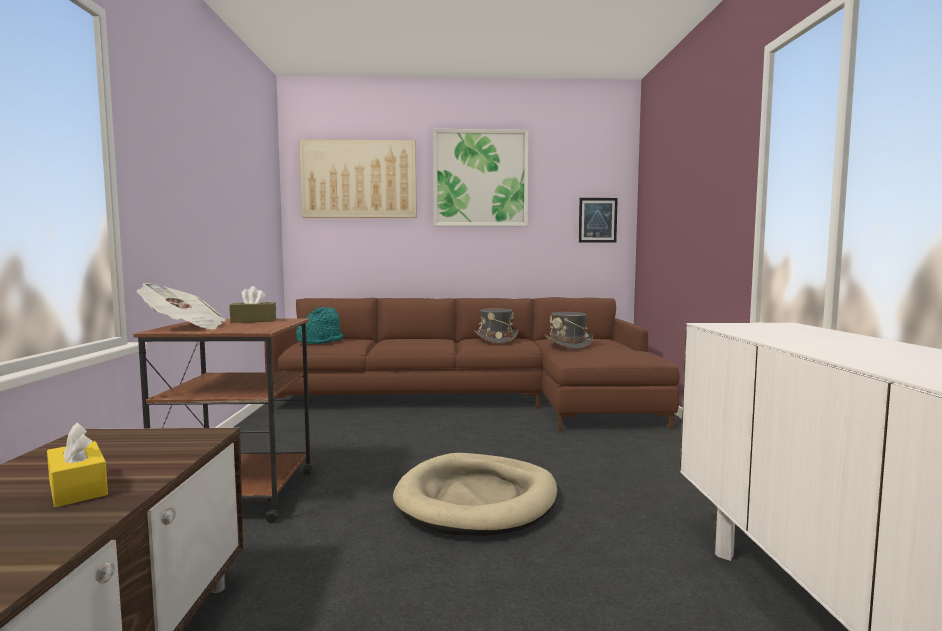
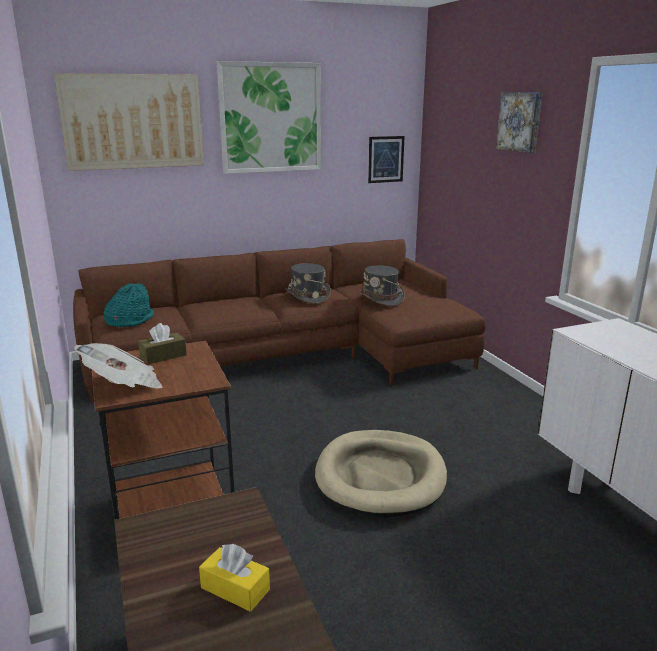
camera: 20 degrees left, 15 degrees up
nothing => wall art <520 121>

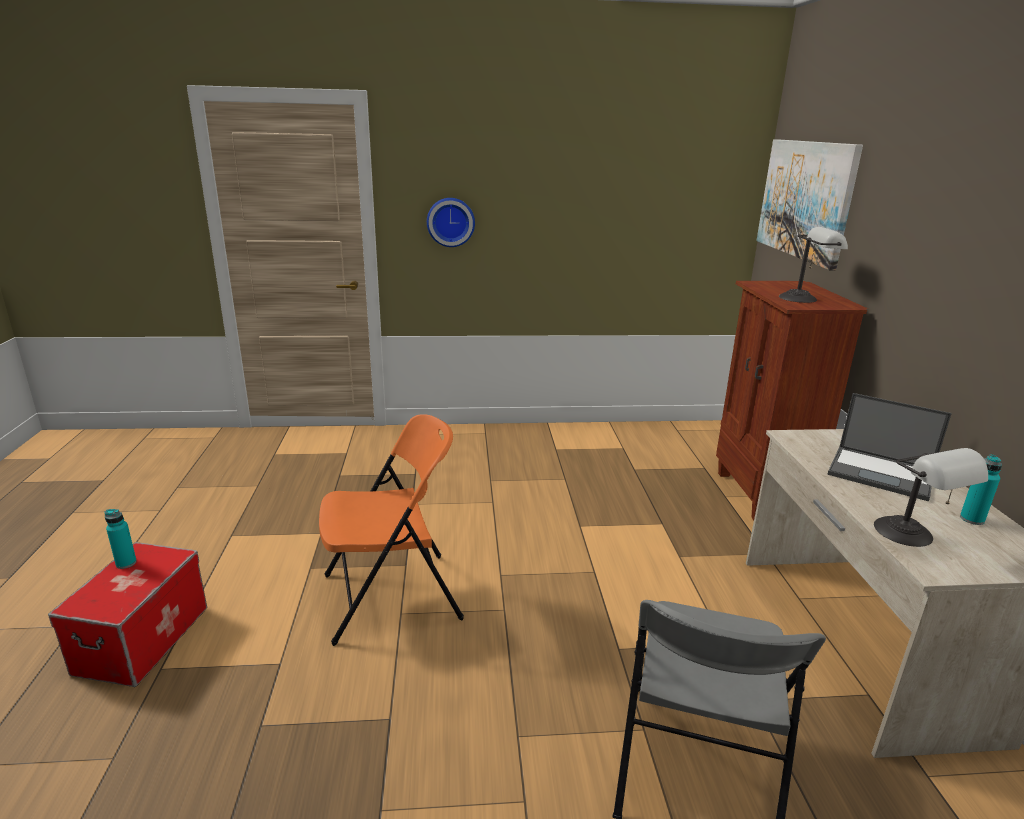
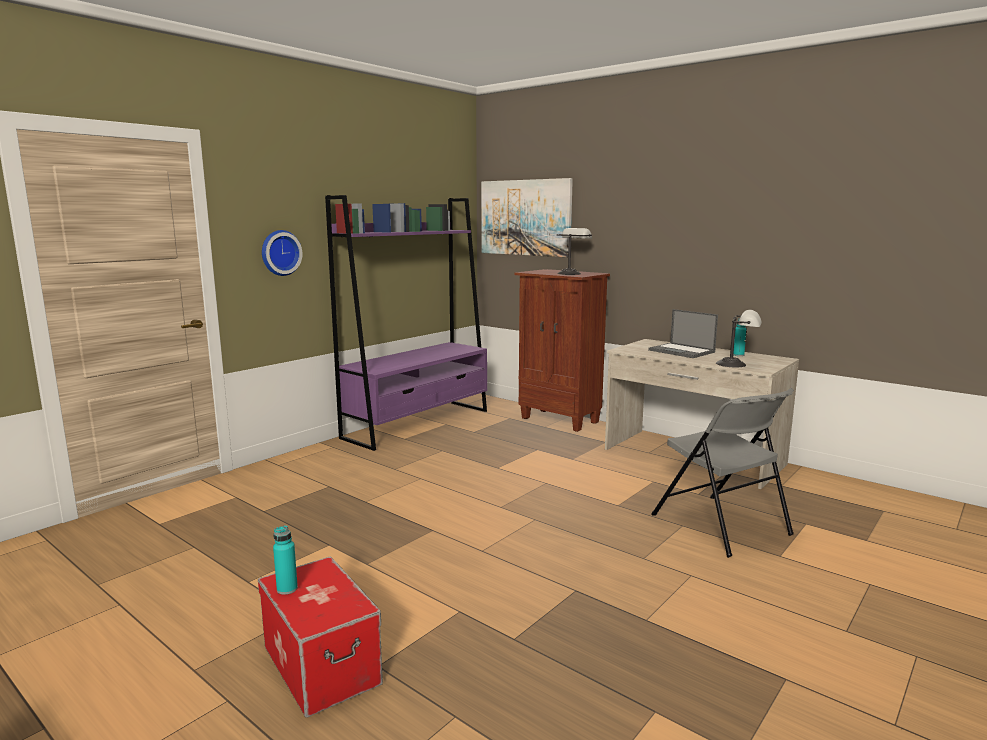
camera: 45 degrees left, 10 degrees down
plain chair (orange) <391 596> => nothing
notebook computer <882 473> => notebook computer <682 351>, 60 degrees clockwise
nothing => shelving unit (purple) <418 424>

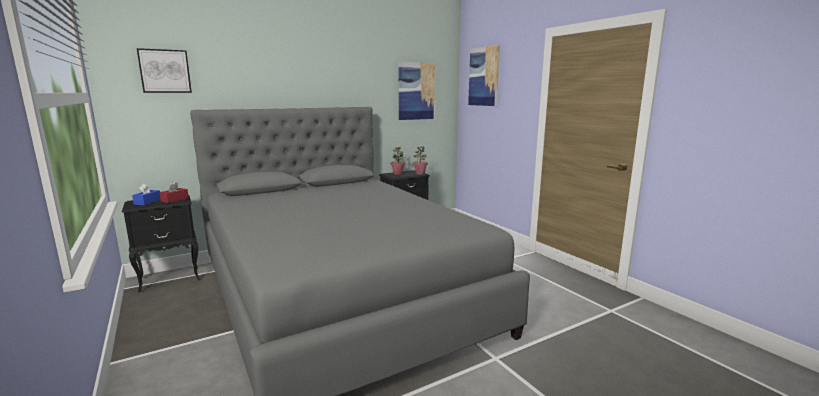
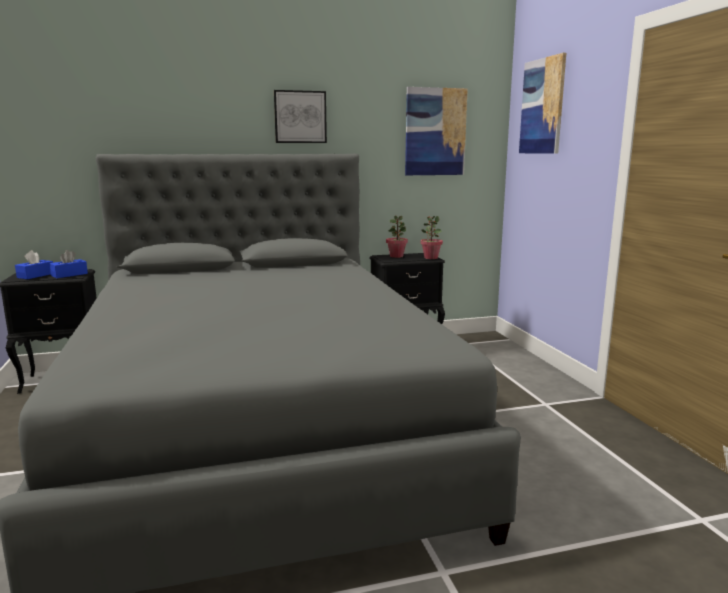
camera: 15 degrees right, 0 degrees up
wall art <165 71> => wall art <300 117>, relocated
tissue holder (red-coloured) <175 200> => tissue holder (bluish) <69 275>

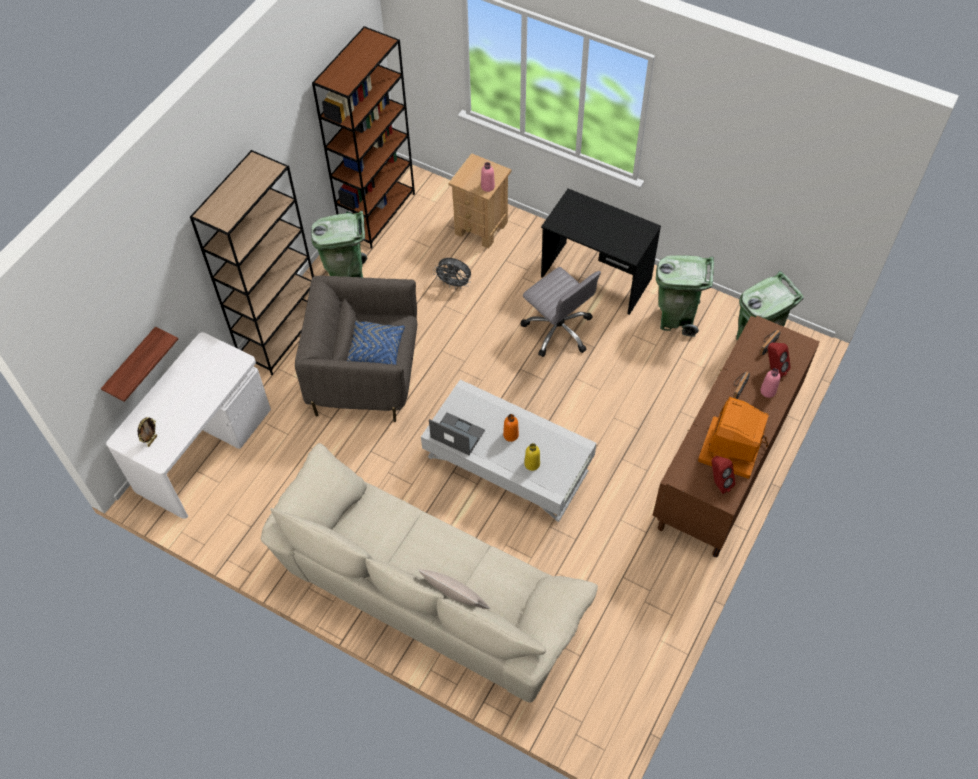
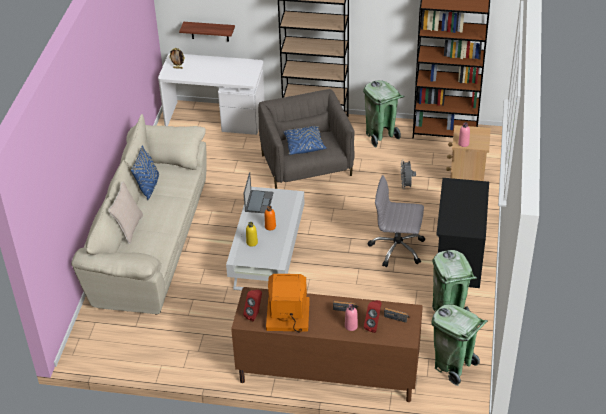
camera: 70 degrees right, 15 degrees down
computer chair (gray) <558 330> => computer chair (gray) <397 248>, 75 degrees clockwise
nothing => pillow (bluish) <148 187>

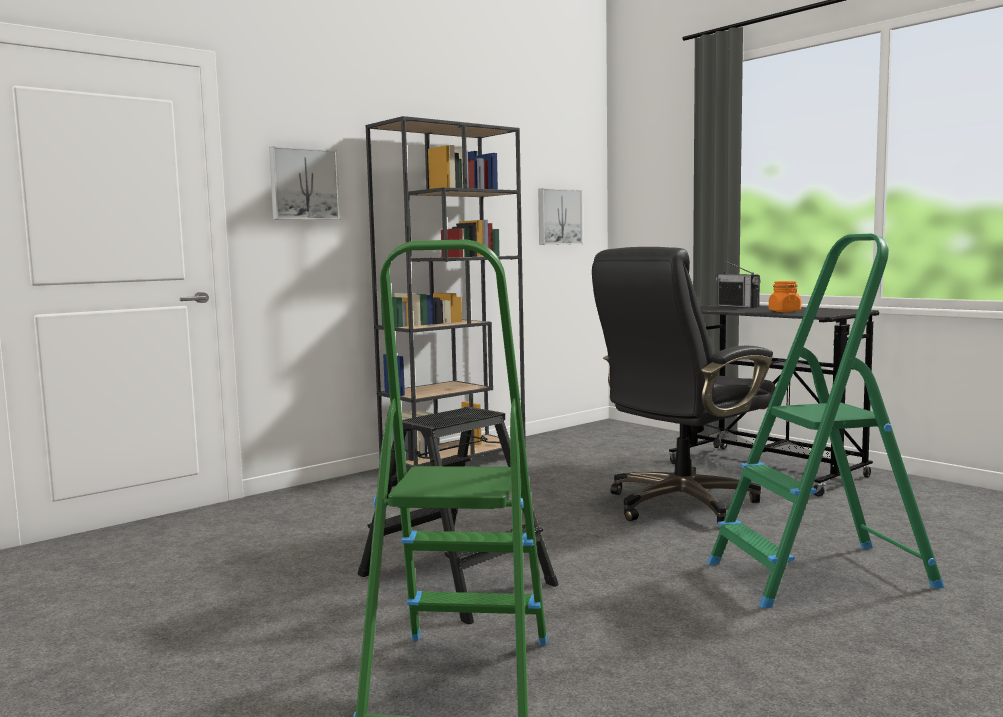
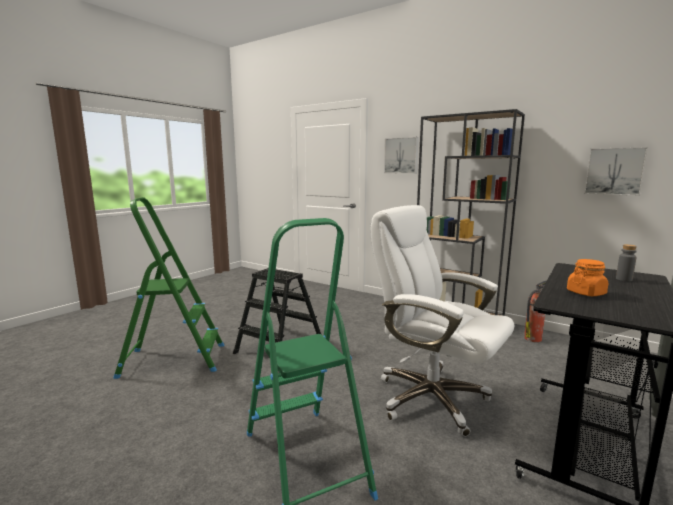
camera: 75 degrees right, 5 degrees up
computer chair (black-coloured) <684 504> => computer chair (white) <434 400>
radio receiver <738 306> => bottle (gray) <624 279>
nothing => extinguisher <533 338>

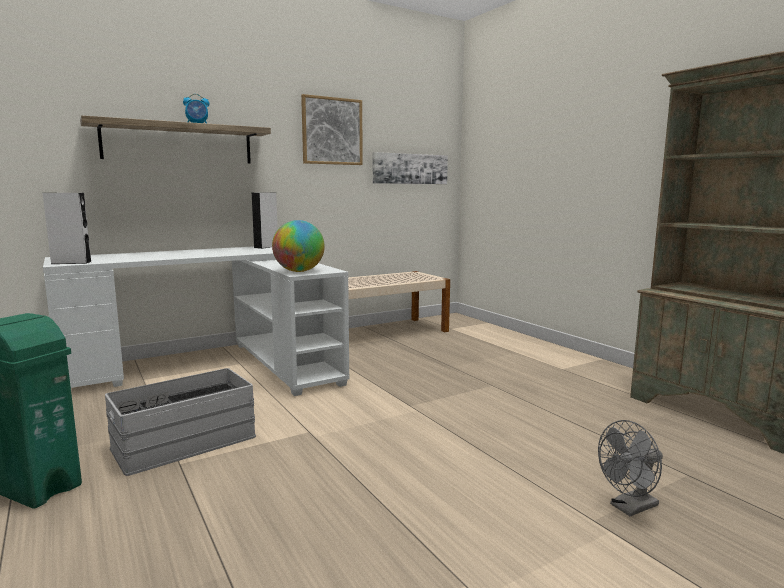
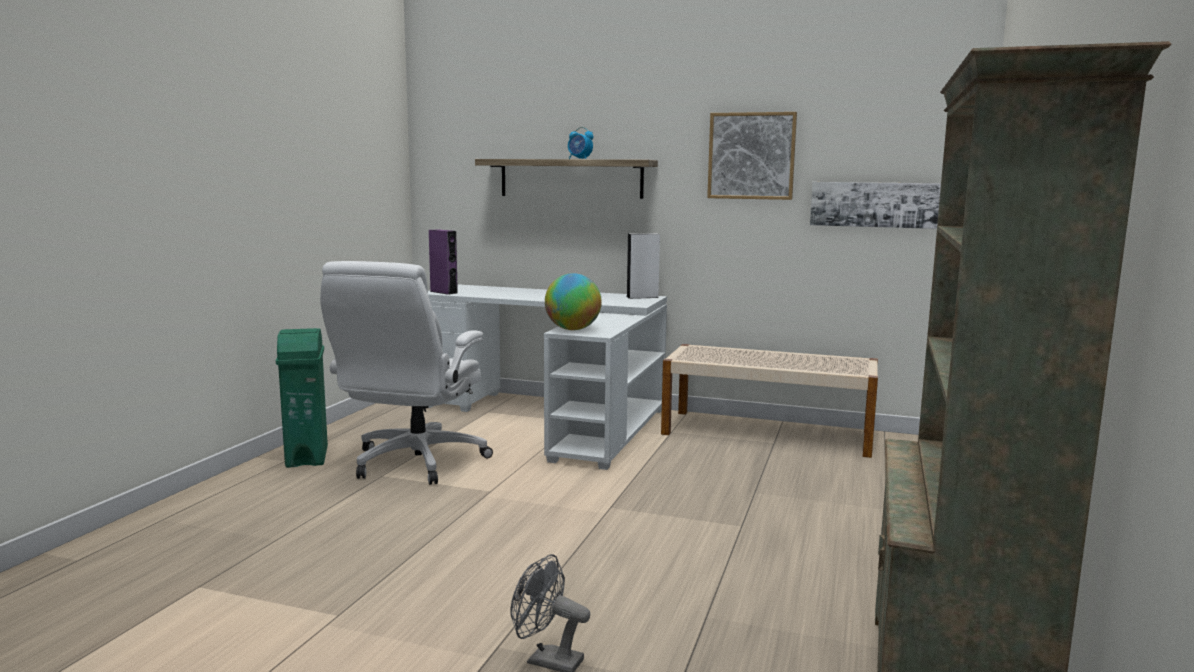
camera: 50 degrees right, 0 degrees up
audio speaker (white) <71 263> => audio speaker (purple) <444 292>
storage container (gray) <184 442> => computer chair (white) <412 464>

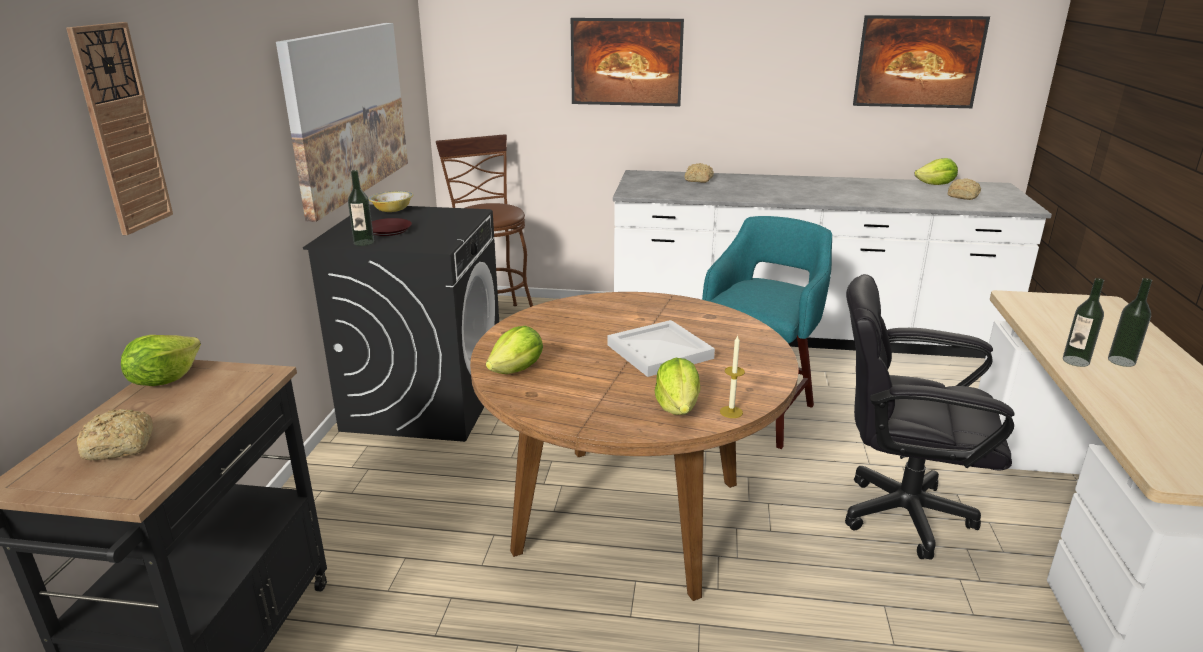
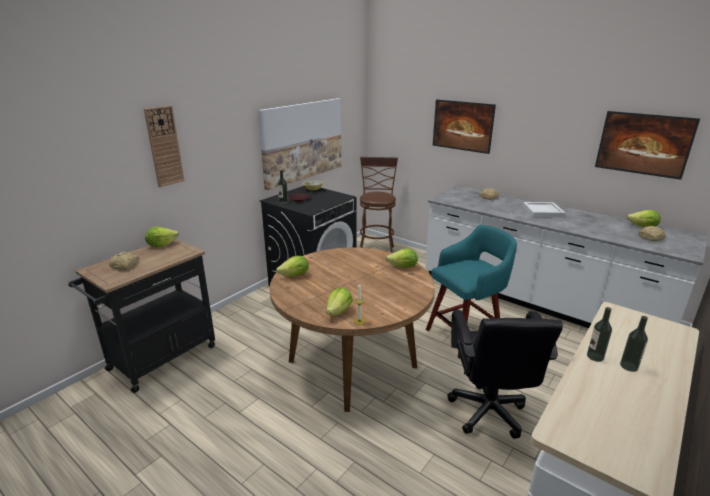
camera: 30 degrees right, 0 degrees up
tray (white) <658 351> => tray (white) <542 211>, relocated
computer chair (black-coloured) <897 516> => computer chair (black-coloured) <489 416>, 135 degrees counterclockwise
nothing => lettuce head <403 267>

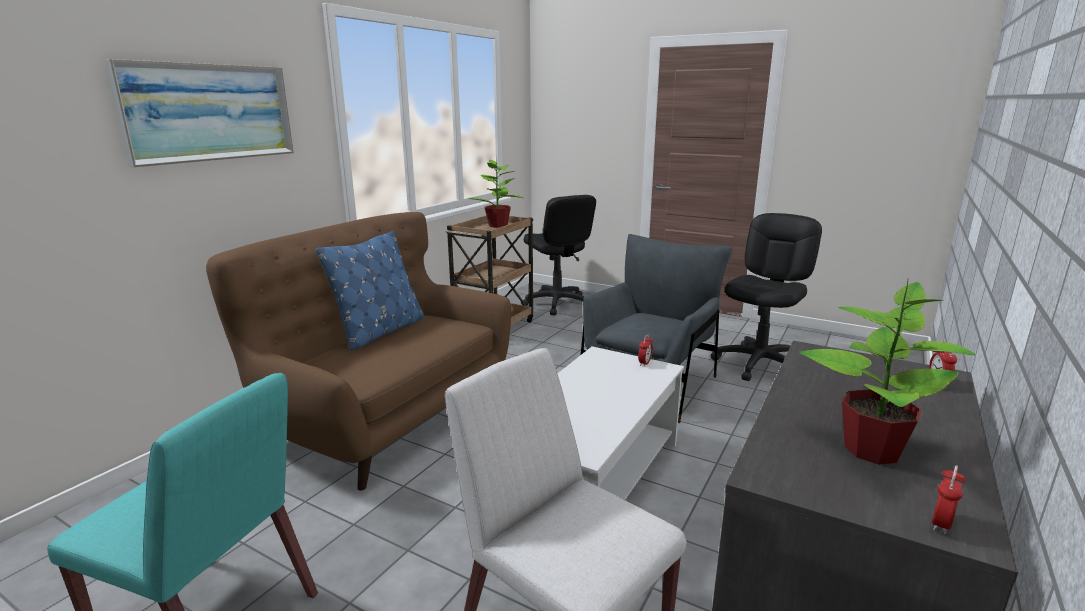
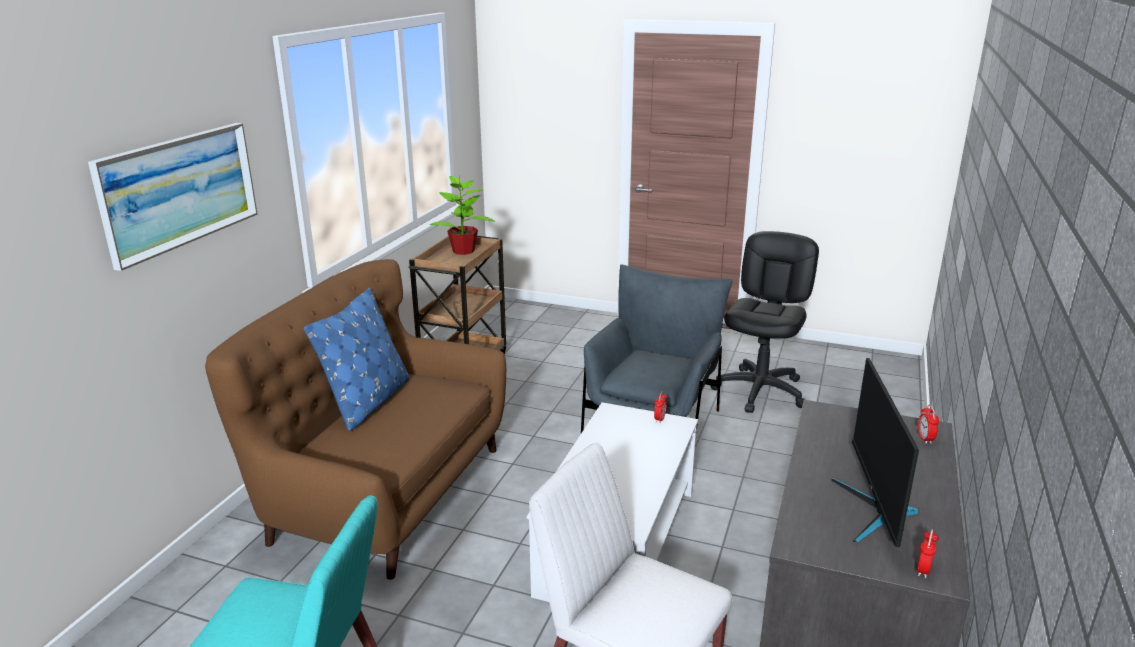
camera: 10 degrees left, 5 degrees up
computer chair (black-coloured) <557 304> => nothing
potted plant <871 449> => monitor <874 511>

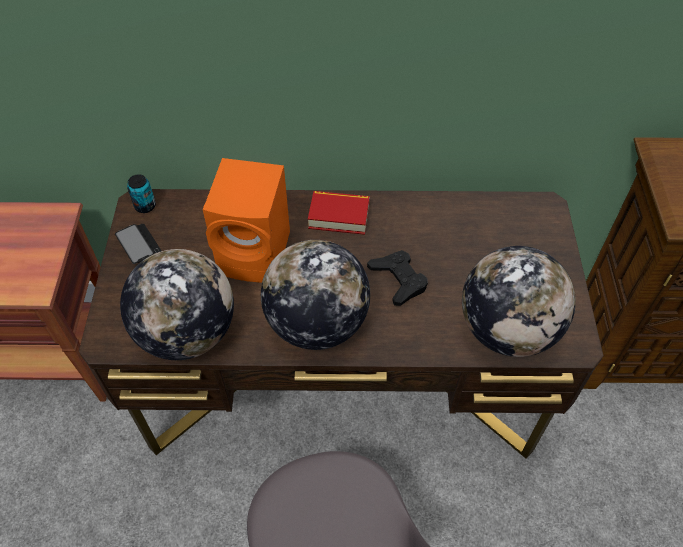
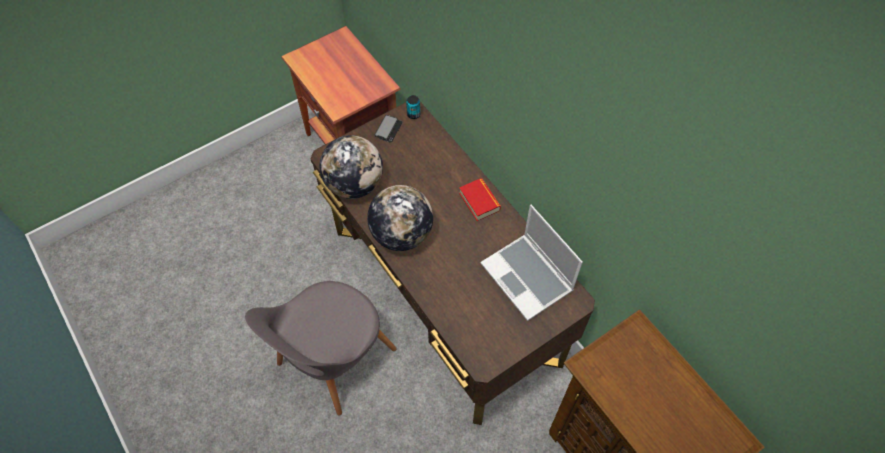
camera: 55 degrees right, 5 degrees up
audio speaker (orange) <257 254> => nothing
game controller (black-coloured) <398 280> => nothing
world globe <507 330> => nothing
nothing => notebook computer <528 278>

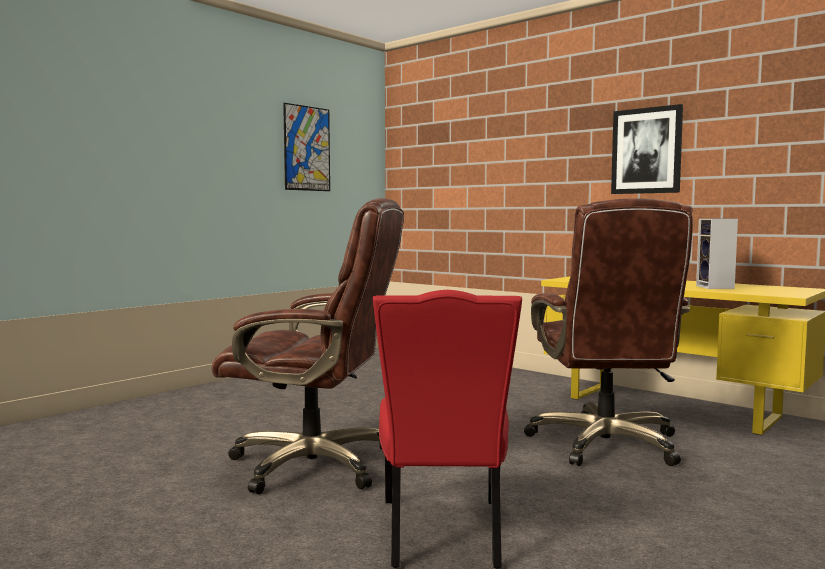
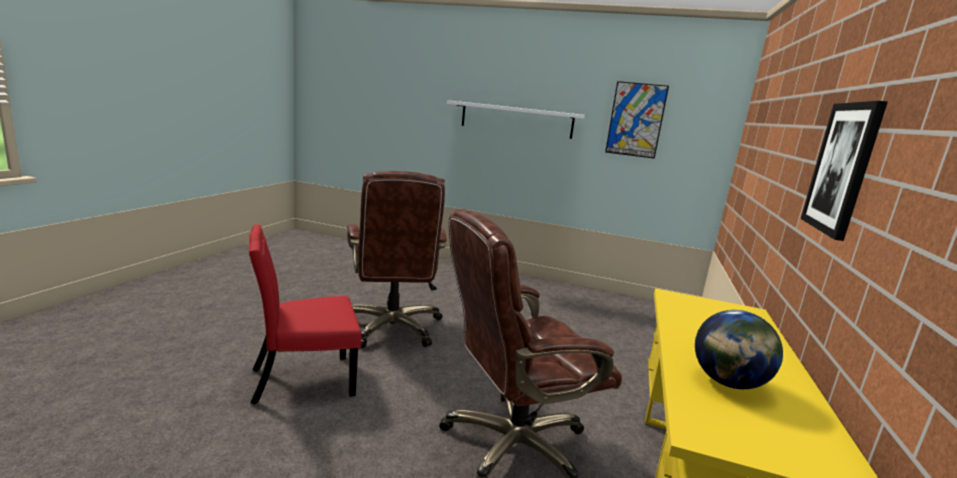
camera: 65 degrees right, 10 degrees up
audio speaker <716 287> => world globe <728 383>
nothing => shelf (white) <516 120>

